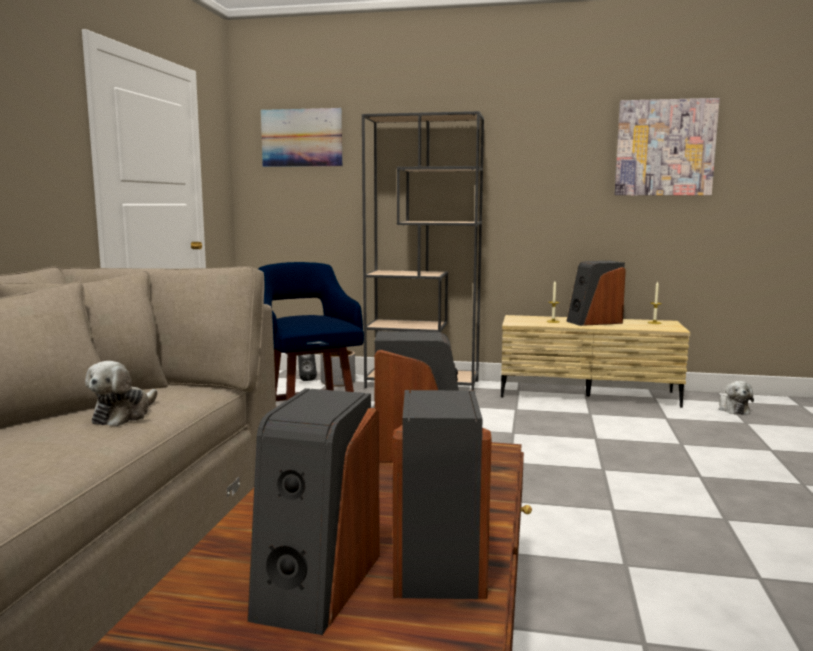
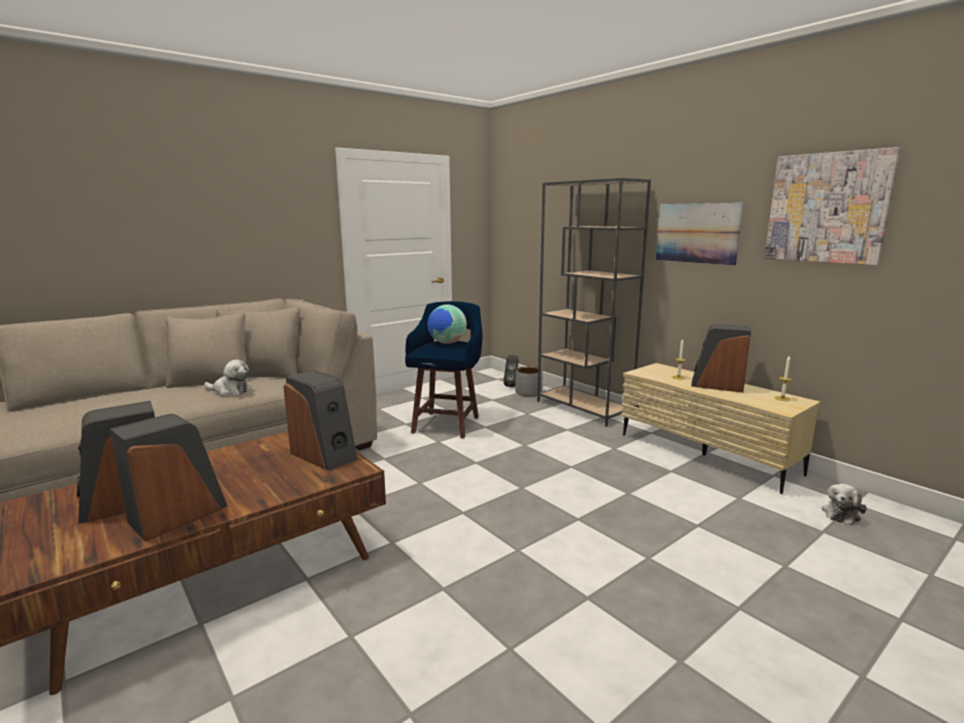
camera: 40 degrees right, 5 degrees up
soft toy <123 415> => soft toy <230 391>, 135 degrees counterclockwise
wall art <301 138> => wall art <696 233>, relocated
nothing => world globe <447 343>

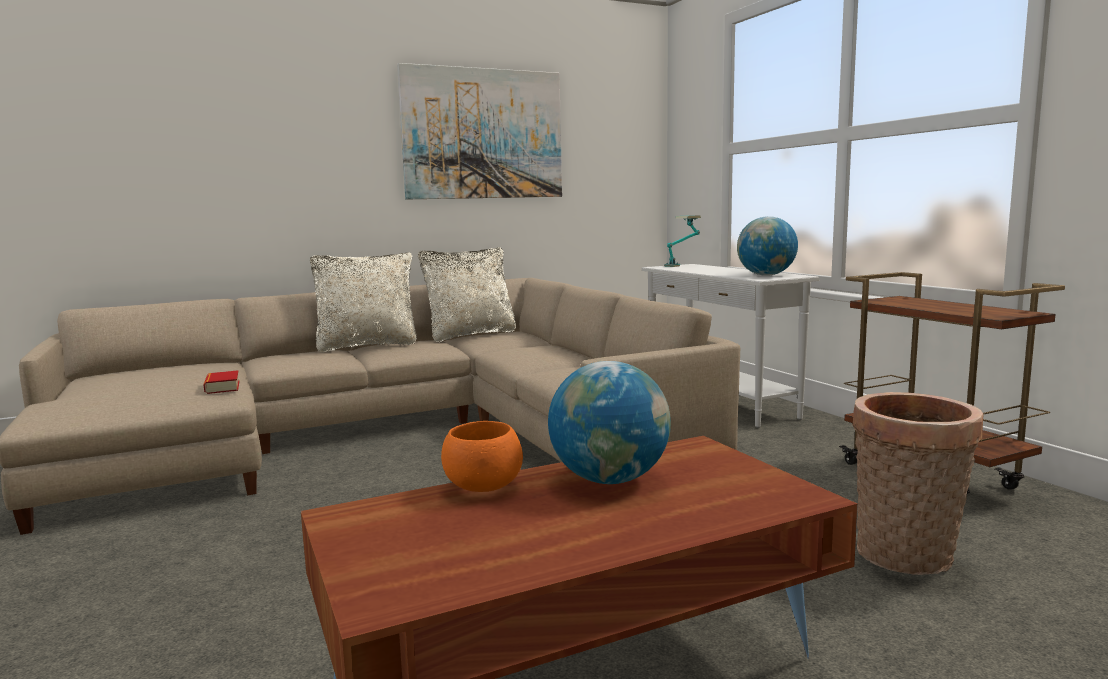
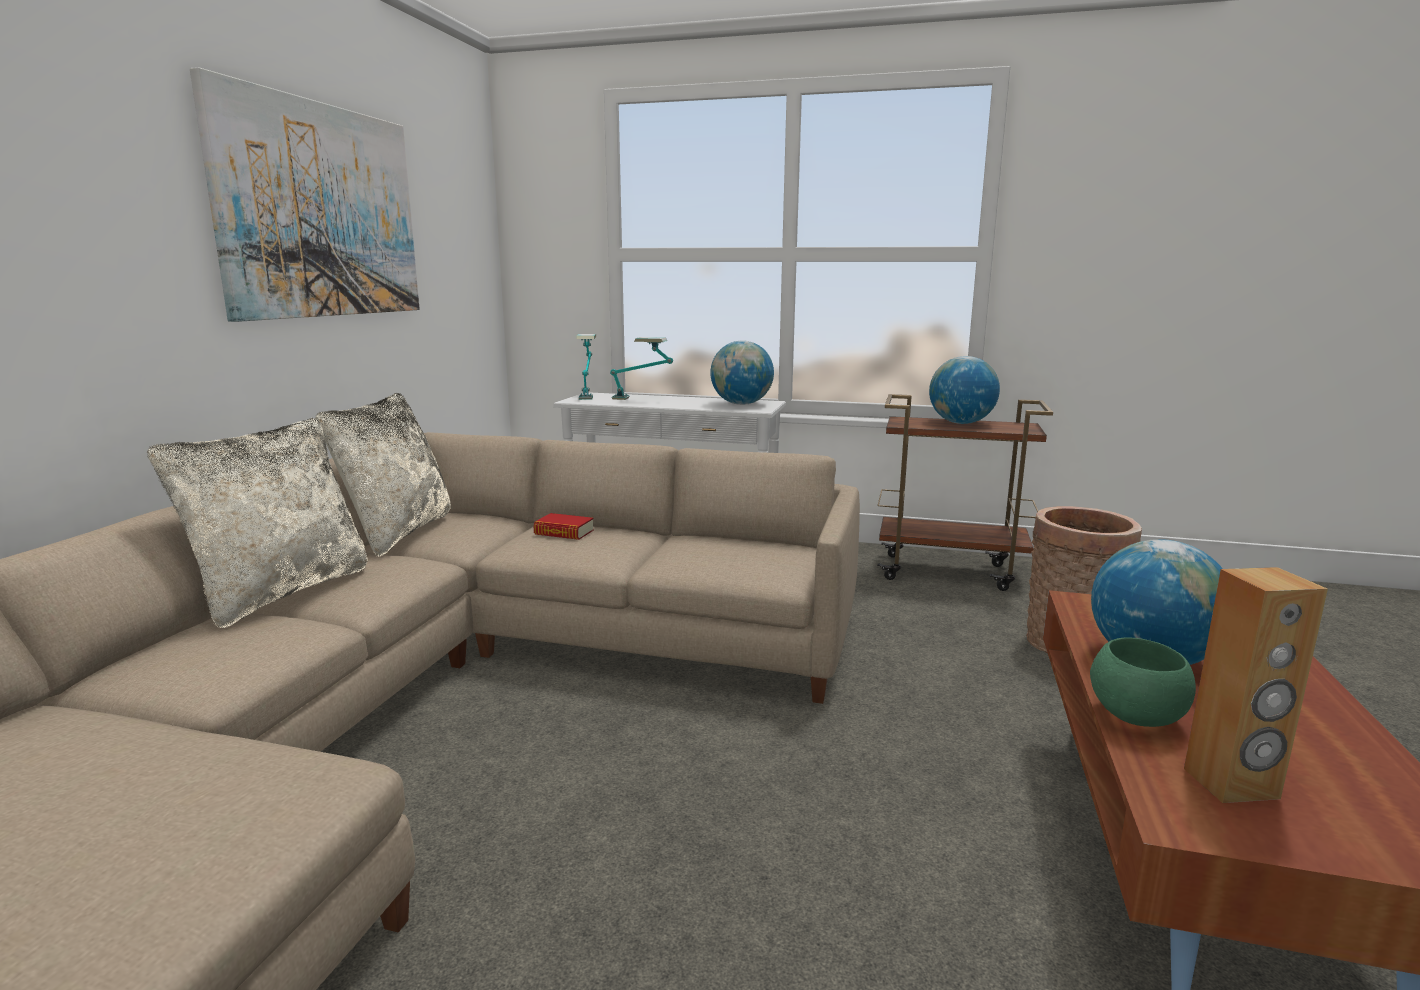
camera: 50 degrees left, 5 degrees up
volume <222 387> => volume <564 532>, relocated
deep dish (orange) <482 488> => deep dish (green-coloured) <1134 717>
nothing => table lamp <642 399>
nothing => world globe <960 423>
nothing => audio speaker (brownish) <1231 784>

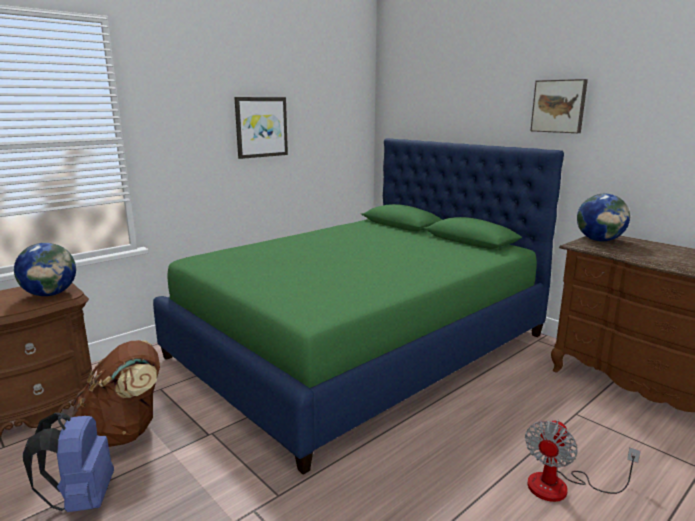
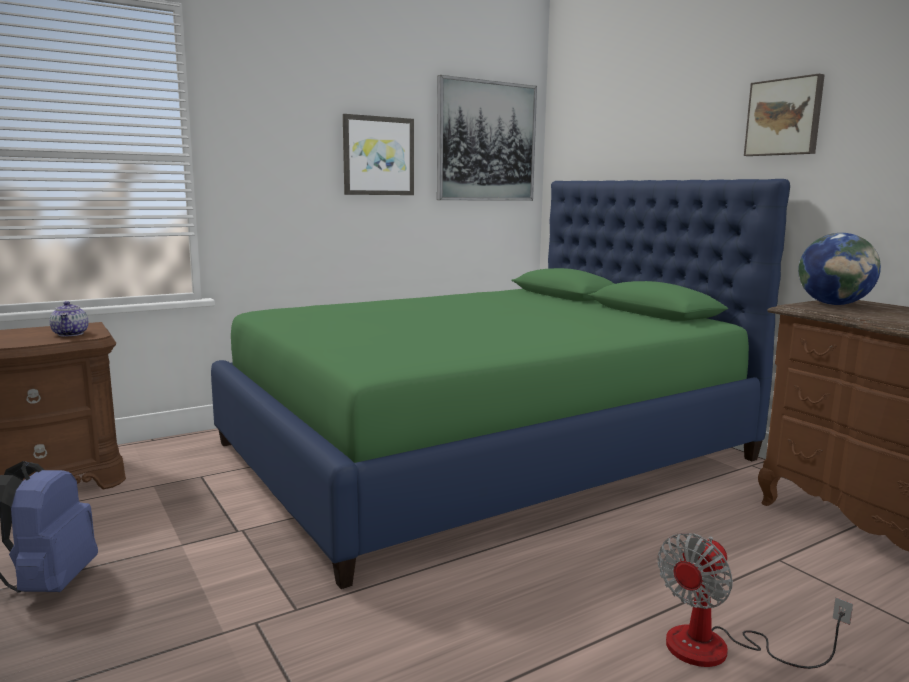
camera: 10 degrees right, 5 degrees down
world globe <50 294> => pot for tea <71 334>
backpack (brownish) <125 432> => nothing
nothing => wall art <486 141>

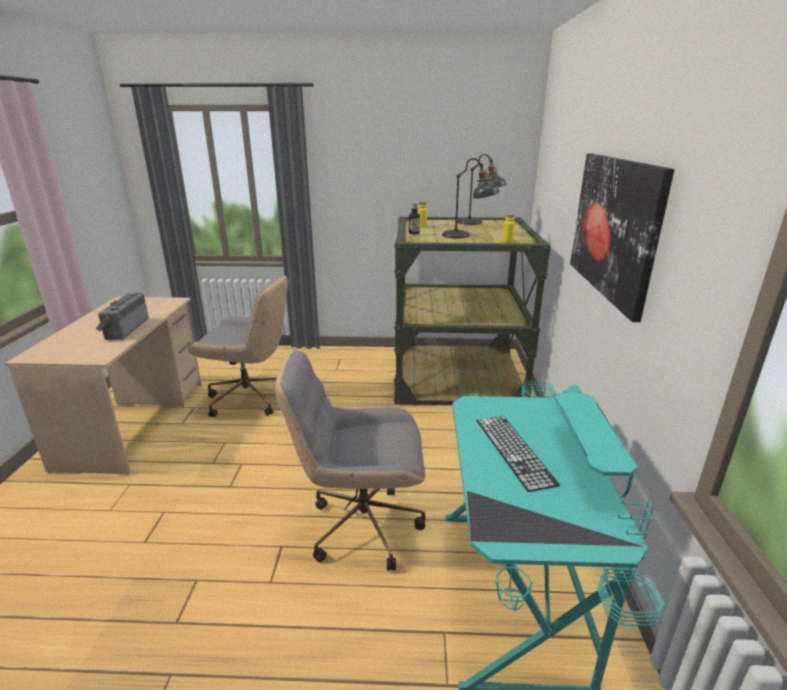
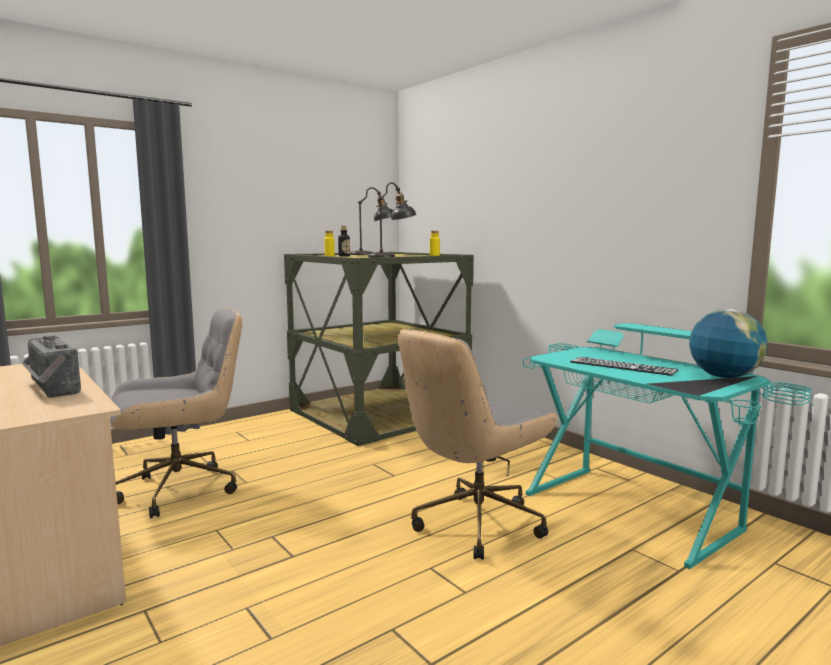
camera: 40 degrees left, 15 degrees down
wall art <614 227> => nothing
nothing => world globe <724 377>

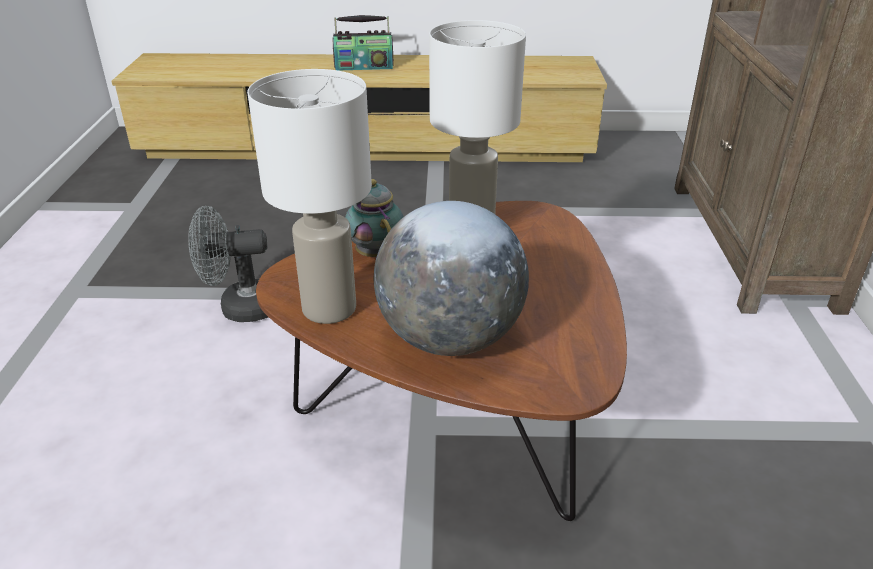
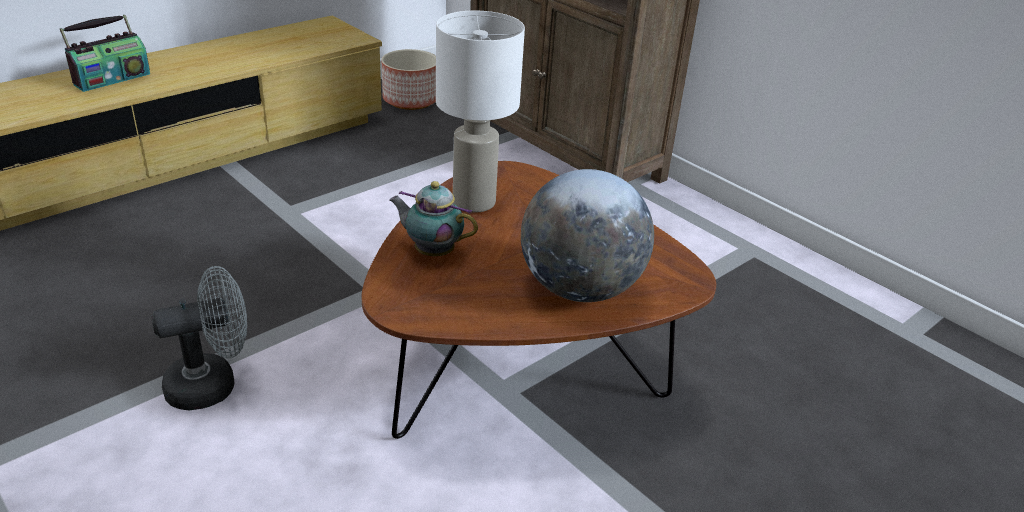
camera: 45 degrees left, 0 degrees up
fan (gray) <240 308> => fan (gray) <212 384>, 150 degrees counterclockwise
table lamp (white) <330 308> => nothing
nothing => planter <411 100>

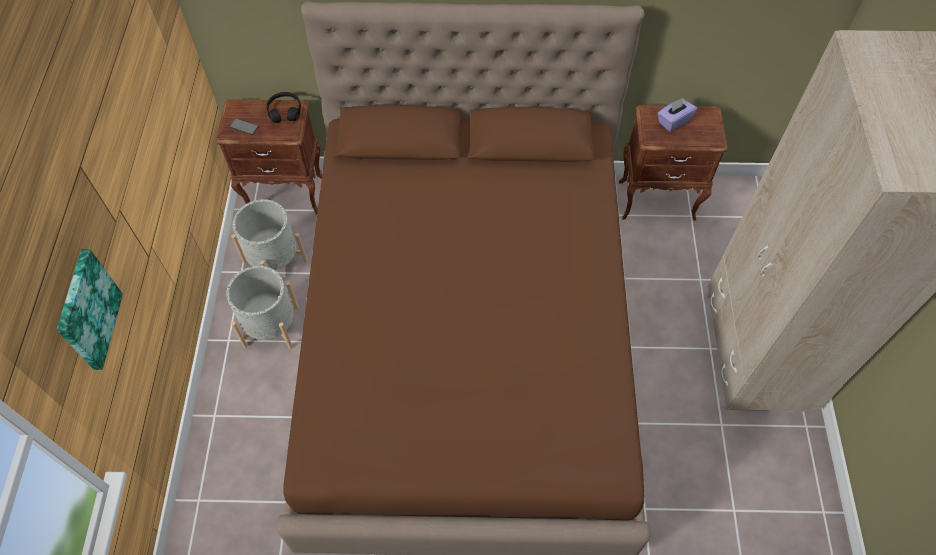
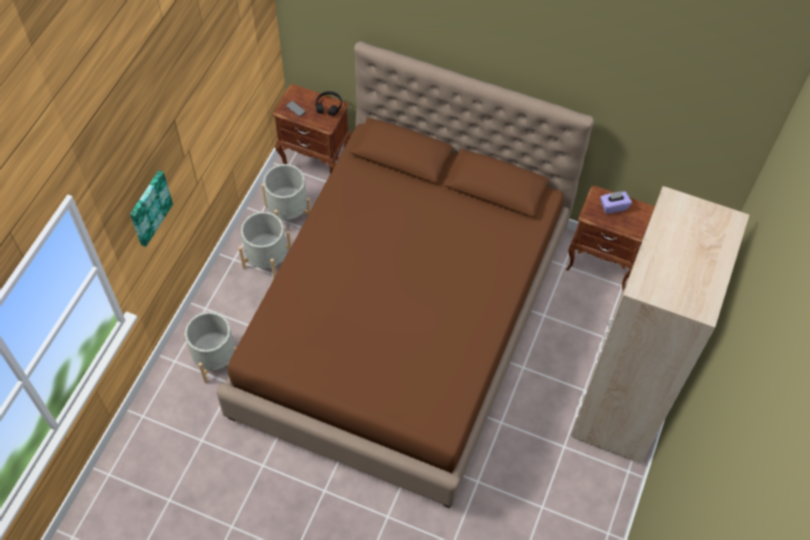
camera: 20 degrees right, 0 degrees up
nothing => planter (gray) <215 359>

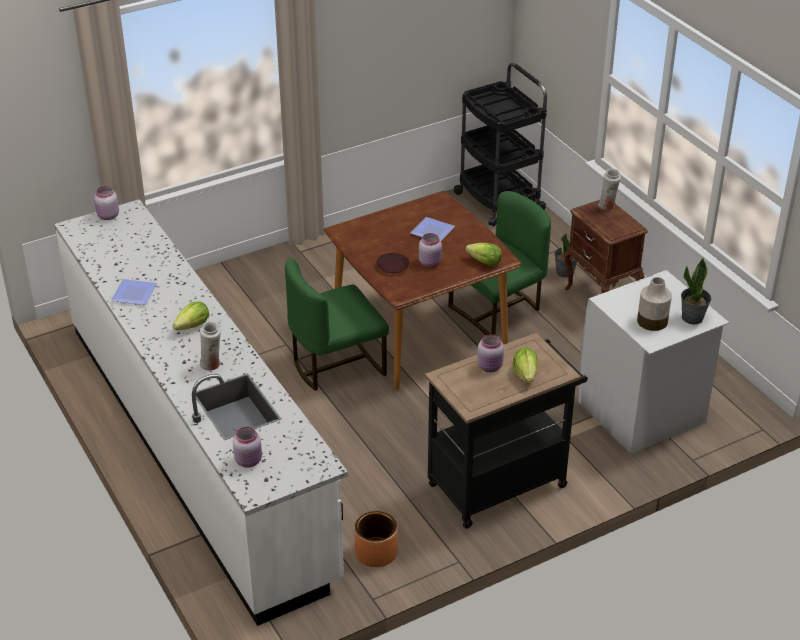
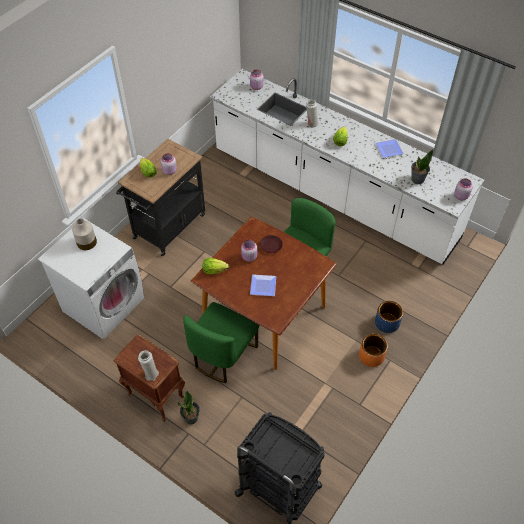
camera: 155 degrees right, 15 degrees up
planter (orange) <376 552> => planter (orange) <371 356>, relocated
potted plant <692 318> => potted plant <417 179>, relocated
nothing => planter (bluish) <387 323>

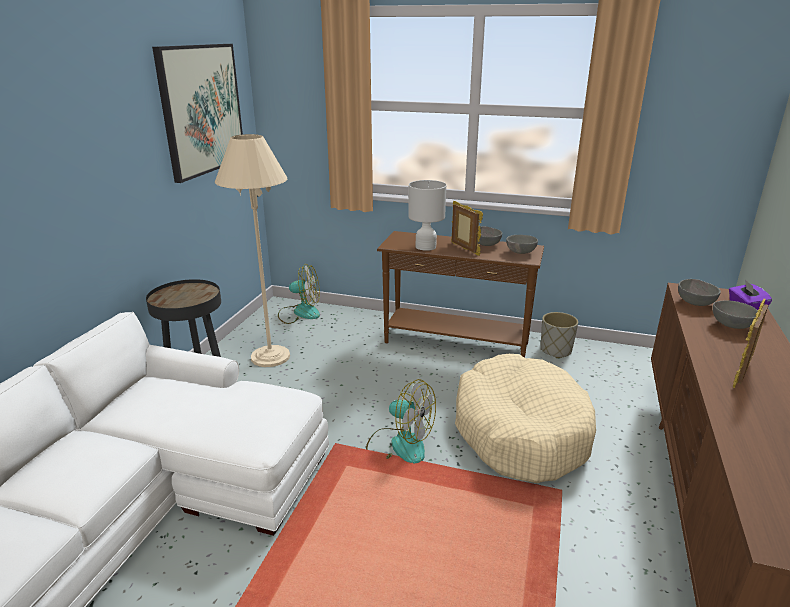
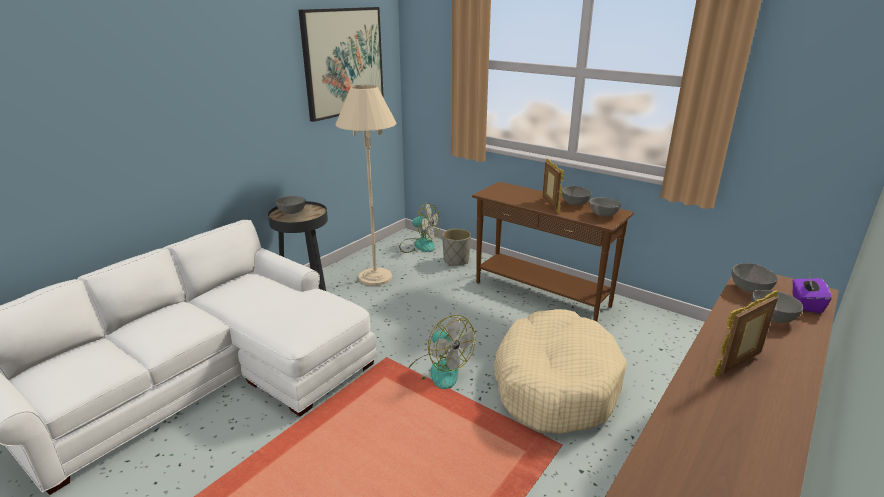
camera: 20 degrees right, 0 degrees up
table lamp (gray) <425 247> => nothing
planter (gray) <556 350> => planter (gray) <456 260>, relocated
nothing => deep dish (gray) <291 212>

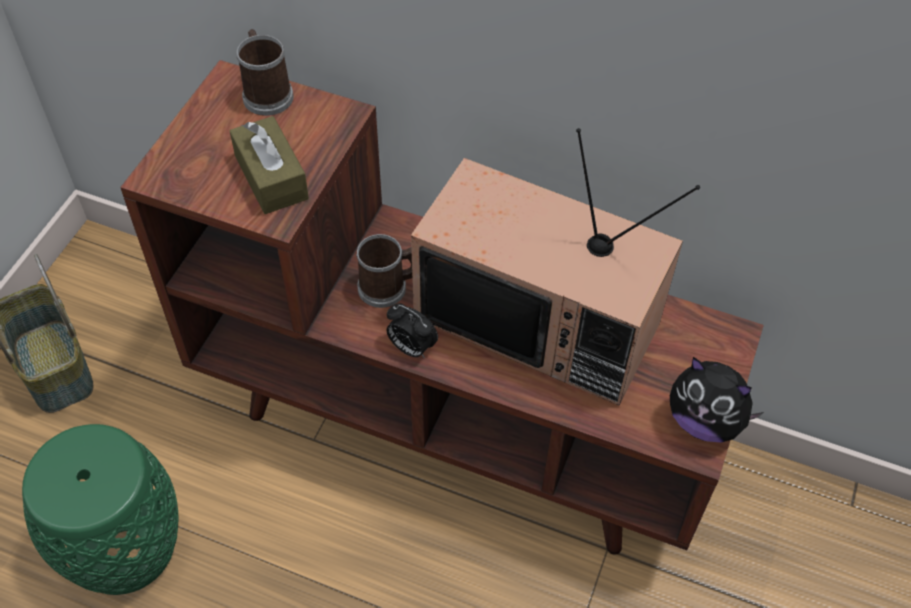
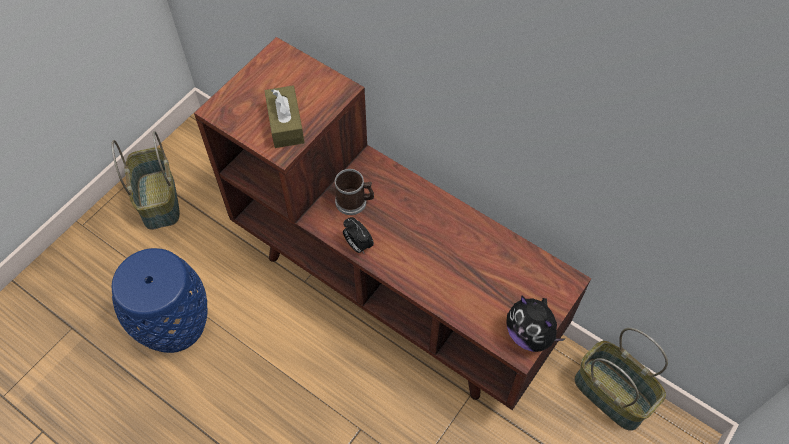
camera: 15 degrees right, 5 degrees up
sitting stool (green-coloured) <124 547> => sitting stool (bluish) <174 323>
coffee mug <266 93> => nothing
TV <541 319> => nothing
nothing => basket <613 393>

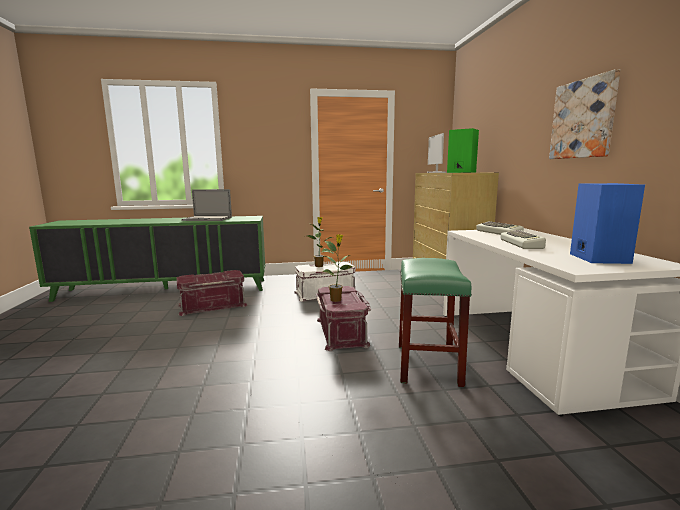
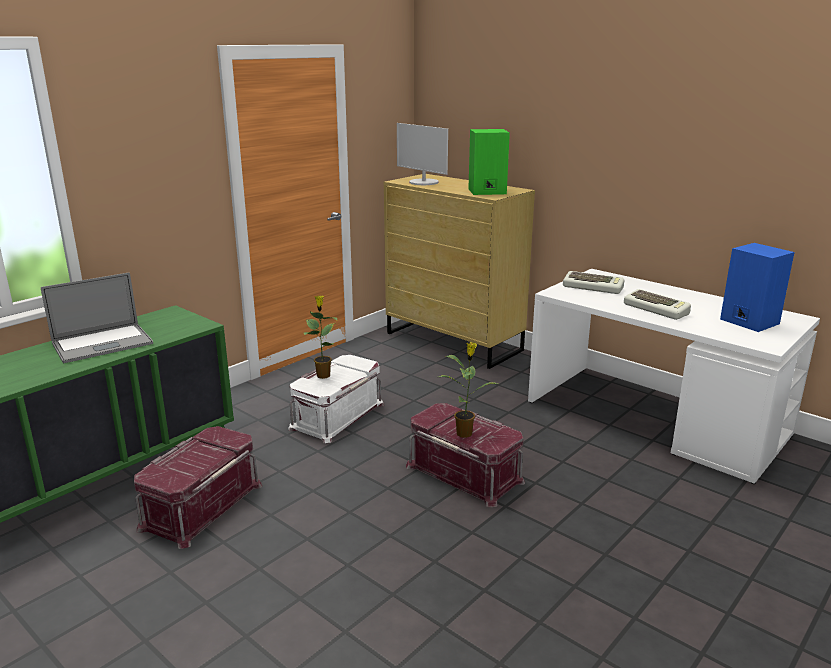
camera: 40 degrees left, 10 degrees up
sitting stool (green-coloured) <427 364> => nothing
wall art <583 119> => nothing

